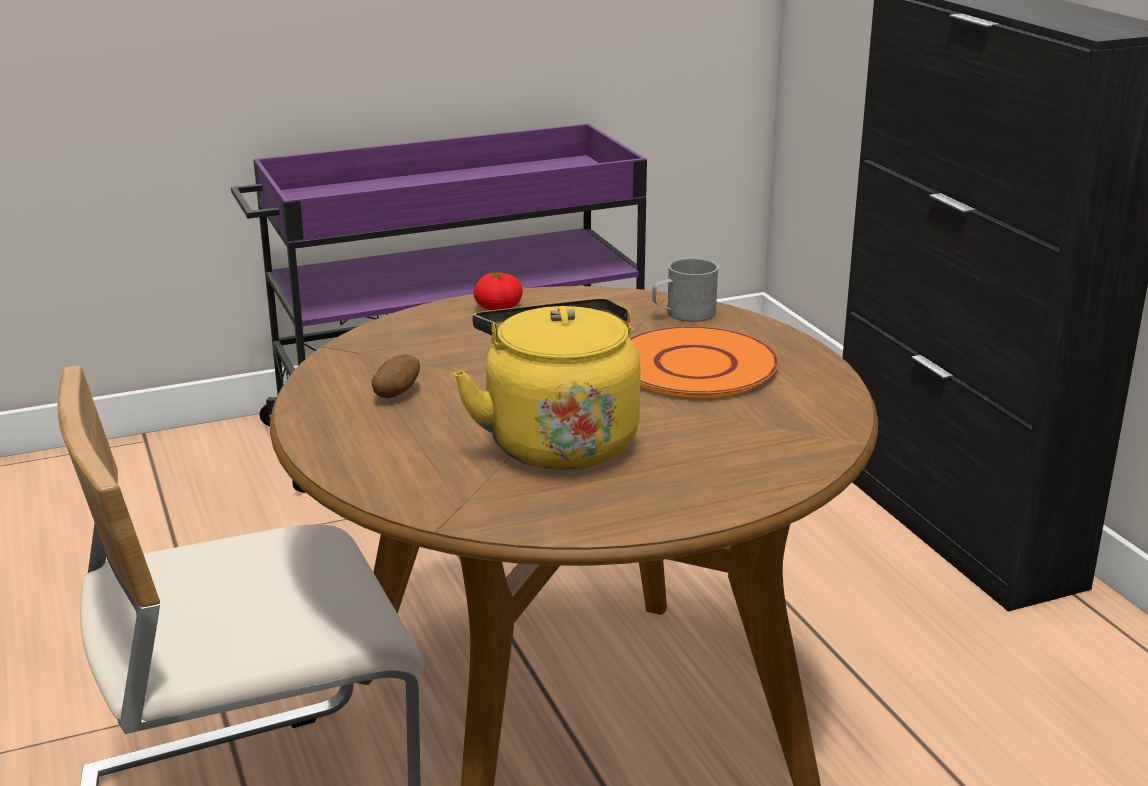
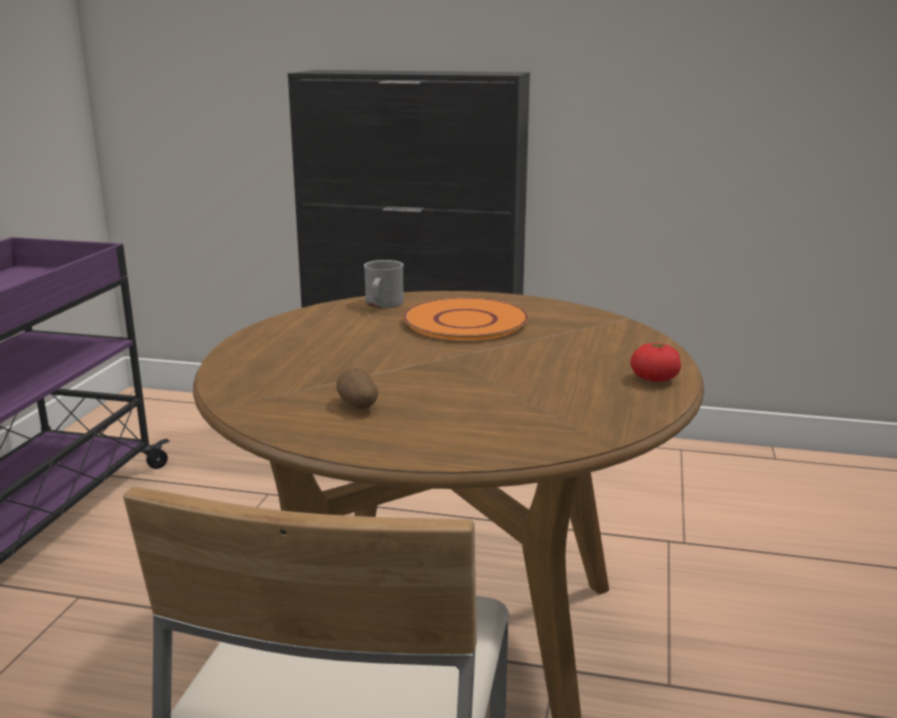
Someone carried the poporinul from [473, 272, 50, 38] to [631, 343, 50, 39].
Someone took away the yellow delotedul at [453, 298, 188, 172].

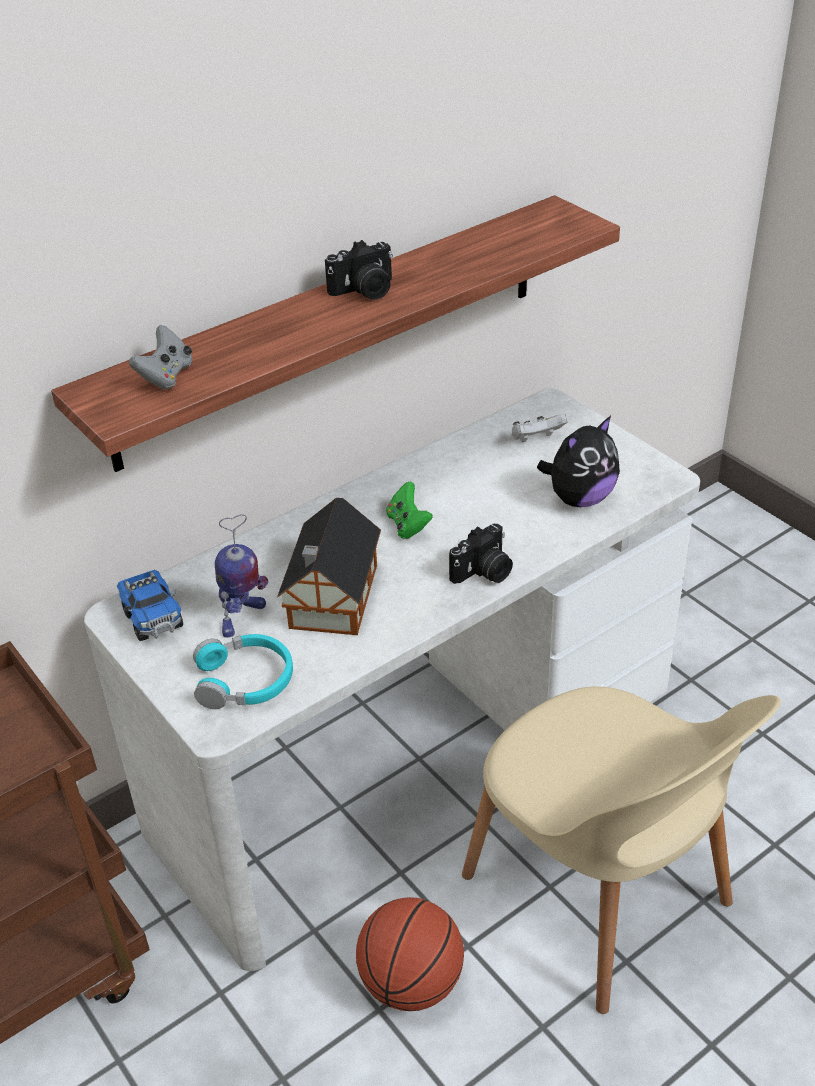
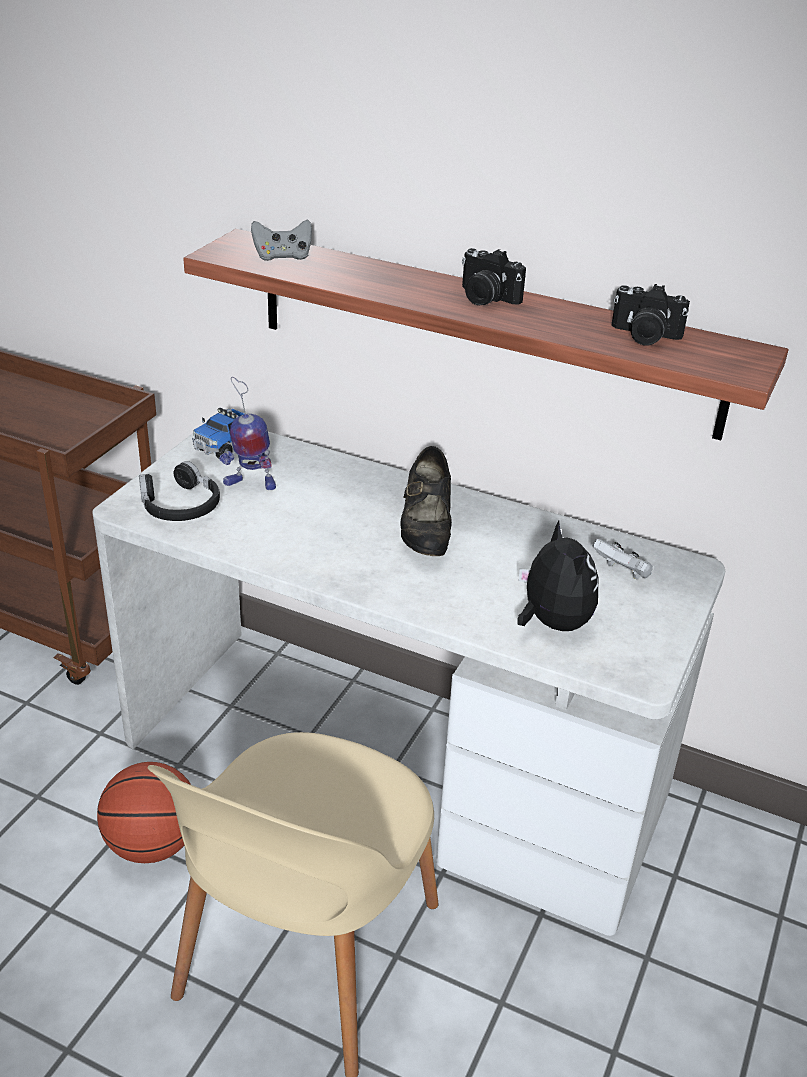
Someone repainted the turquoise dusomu at [193, 634, 100, 75], which became the black dusomu at [139, 461, 81, 60].
Someone swapped the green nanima at [386, 481, 47, 58] for the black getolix at [400, 446, 52, 110].
Someone rotated the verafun at [537, 416, 83, 91] by 135 degrees counterclockwise.
Someone carried the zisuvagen from [449, 524, 64, 60] to [611, 284, 79, 62].
Someone took away the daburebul at [277, 498, 104, 137].

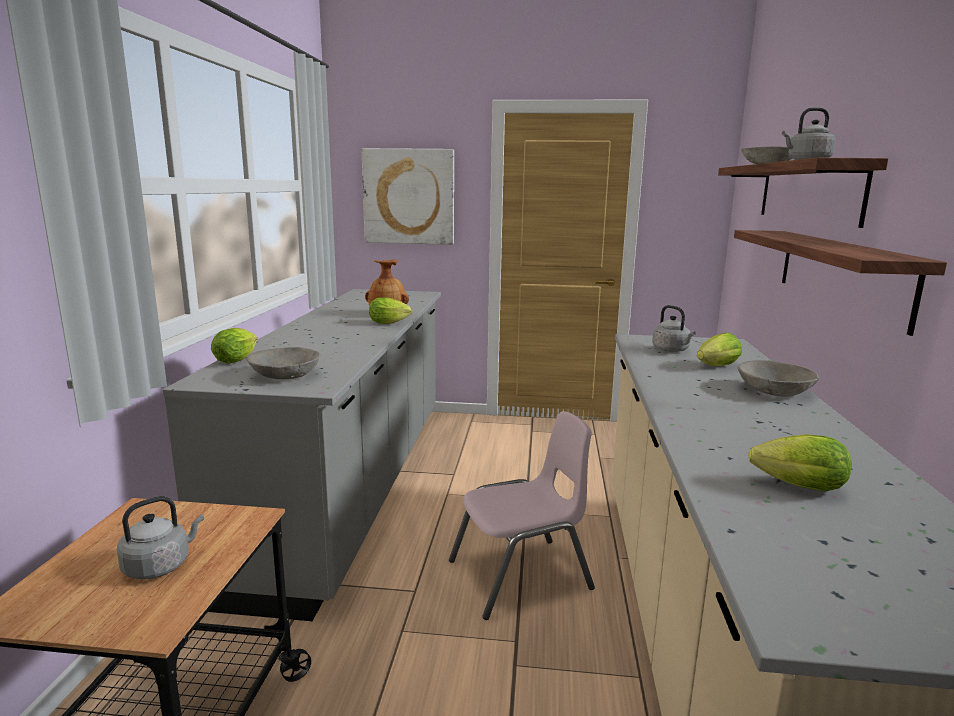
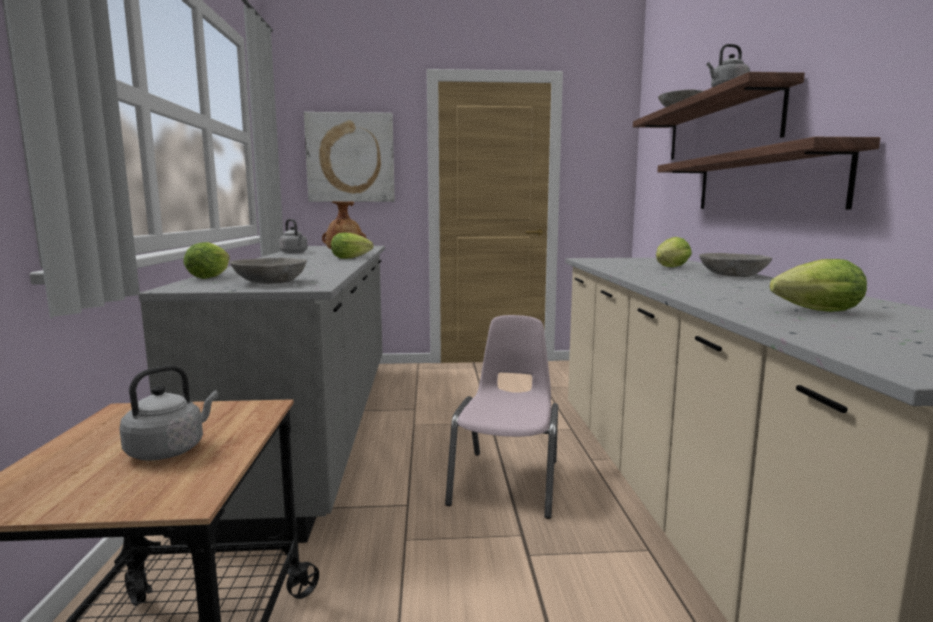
Someone carried the grey delotedul from [652, 305, 44, 47] to [279, 219, 29, 34].
Someone rotated the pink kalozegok at [449, 411, 146, 209] by 45 degrees counterclockwise.

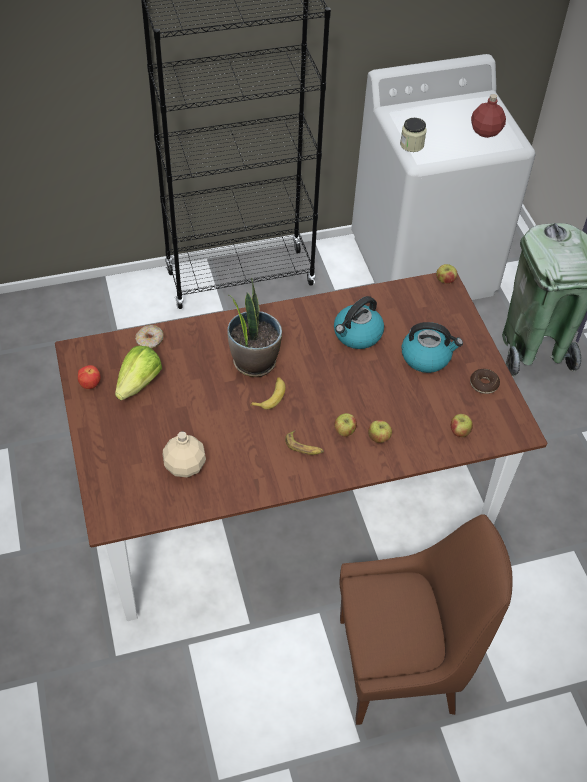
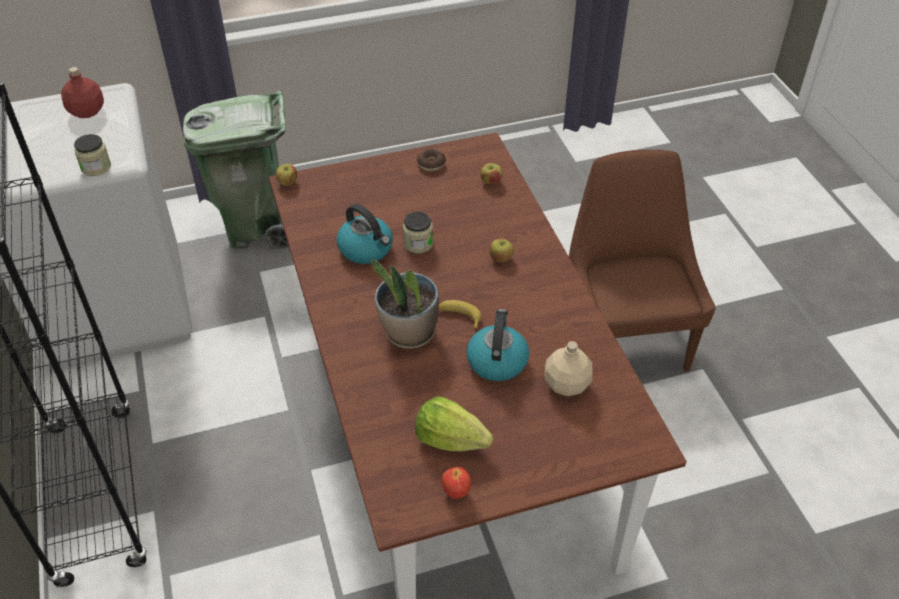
Someone put down the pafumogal at [403, 212, 30, 41].
Someone carried the delotedul from [402, 322, 61, 51] to [467, 309, 62, 72].
Someone took away the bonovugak at [135, 325, 29, 24].
Someone took away the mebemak at [285, 431, 39, 24].
Someone took away the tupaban at [368, 420, 24, 23].

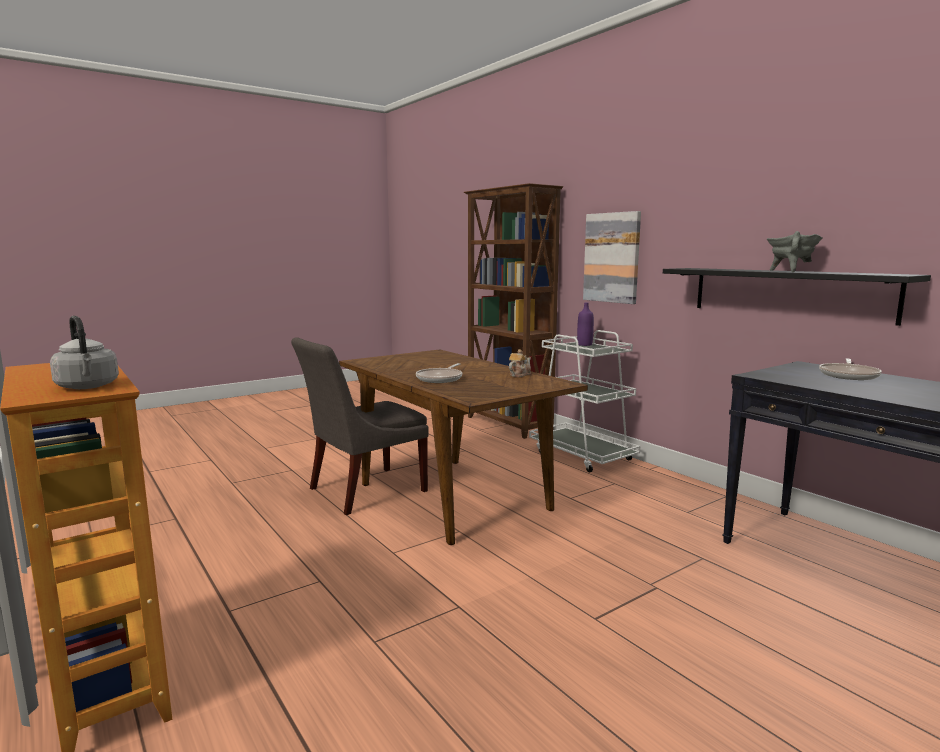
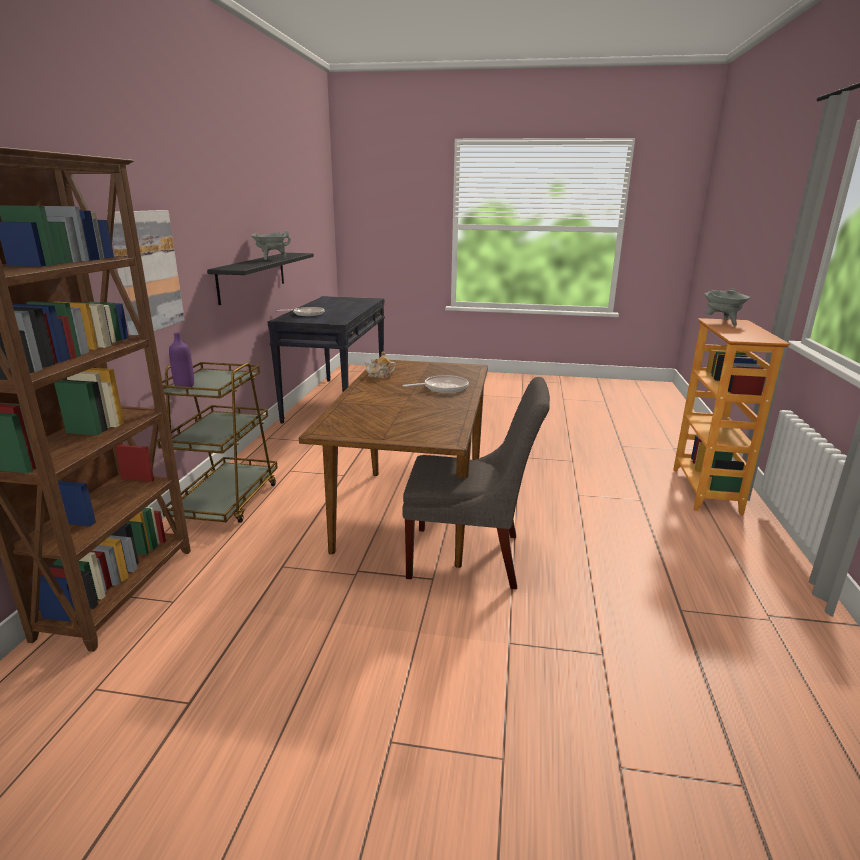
Someone repainted the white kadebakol at [529, 330, 111, 142], which became the brown kadebakol at [157, 362, 121, 161].
Someone swapped the grey delotedul at [50, 316, 69, 73] for the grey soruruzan at [704, 288, 46, 38].

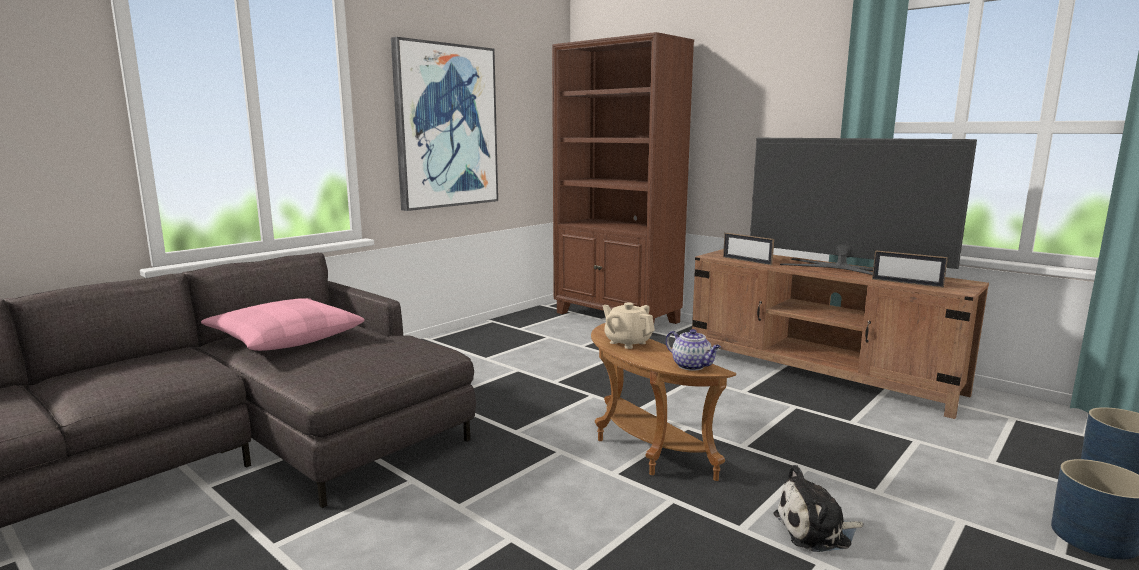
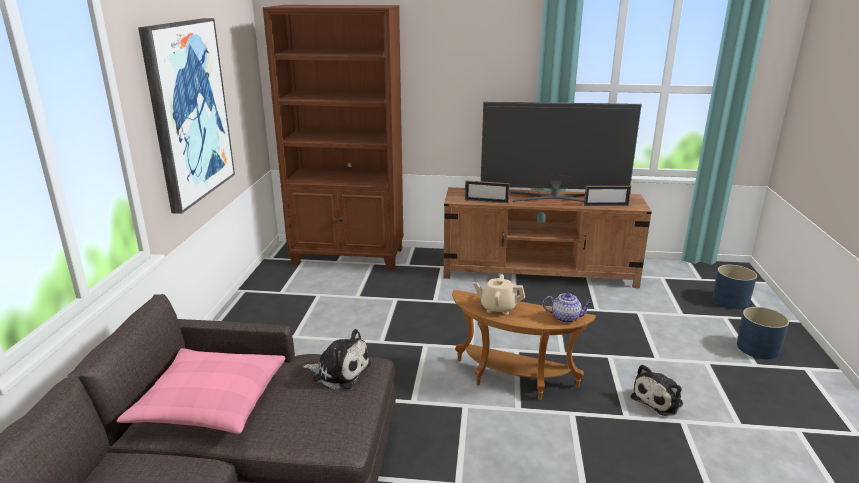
Someone put down the verafun at [302, 329, 69, 60].

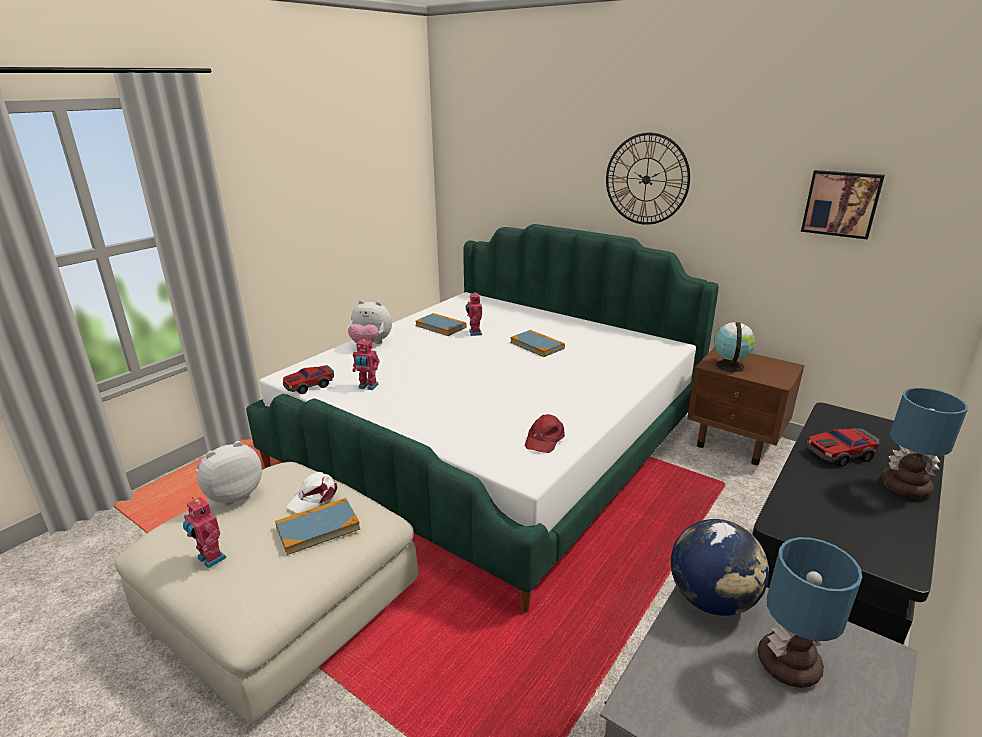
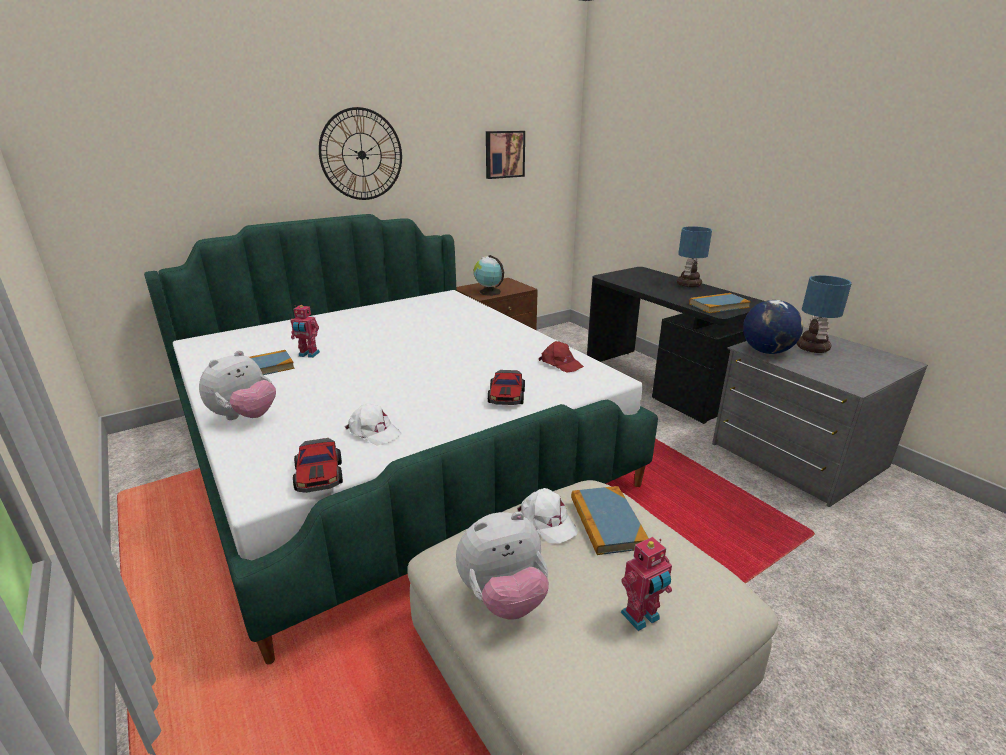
Someone swapped the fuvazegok at [352, 339, 28, 51] for the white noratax at [345, 403, 57, 43].
Someone rotated the verafun at [196, 441, 66, 64] by 90 degrees counterclockwise.
Someone carried the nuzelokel from [806, 428, 73, 39] to [488, 370, 37, 35].
Someone carried the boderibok from [510, 330, 55, 27] to [689, 293, 62, 20].

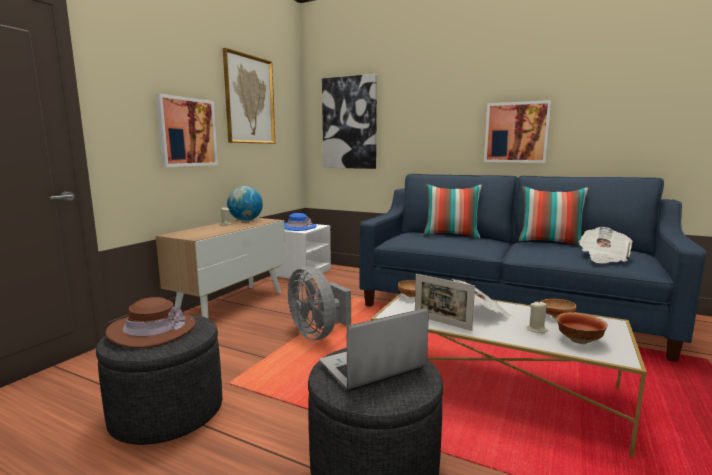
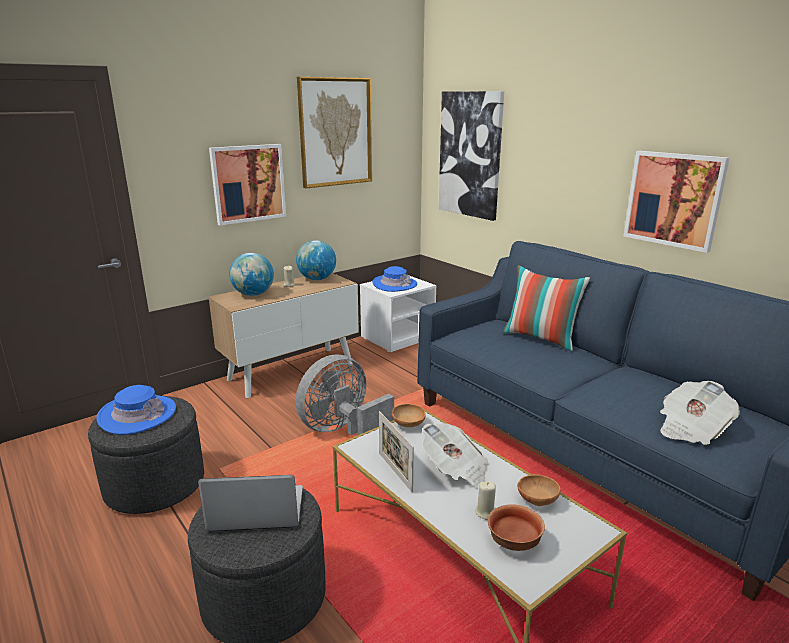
Someone repainted the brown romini at [105, 297, 91, 51], which became the blue romini at [96, 385, 80, 50].
Someone put down the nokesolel at [229, 253, 45, 43].
Someone rotated the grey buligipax at [288, 267, 63, 73] by 60 degrees clockwise.
Someone took away the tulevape at [519, 186, 69, 61].

